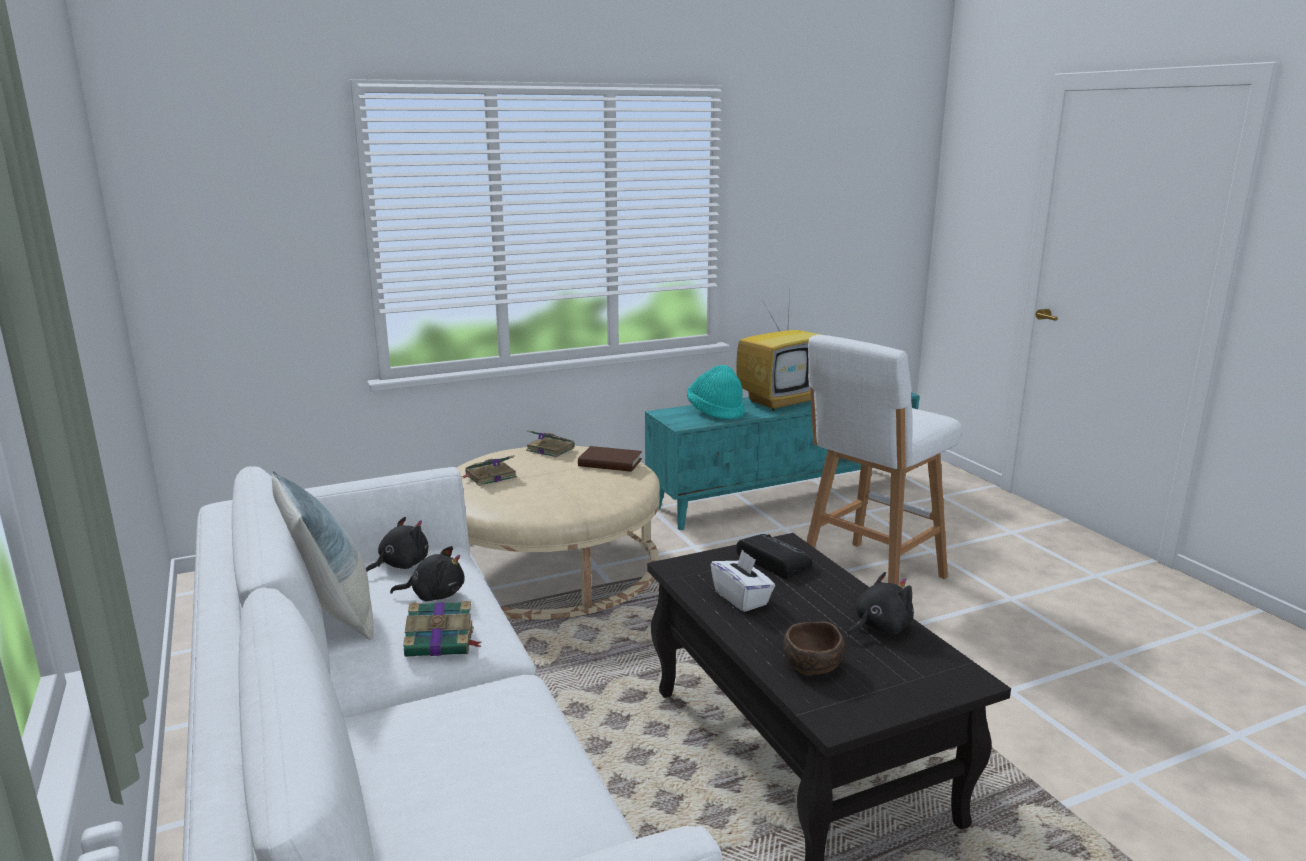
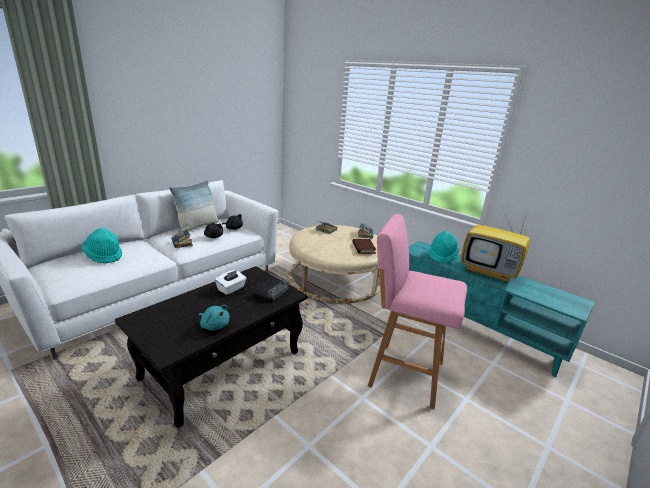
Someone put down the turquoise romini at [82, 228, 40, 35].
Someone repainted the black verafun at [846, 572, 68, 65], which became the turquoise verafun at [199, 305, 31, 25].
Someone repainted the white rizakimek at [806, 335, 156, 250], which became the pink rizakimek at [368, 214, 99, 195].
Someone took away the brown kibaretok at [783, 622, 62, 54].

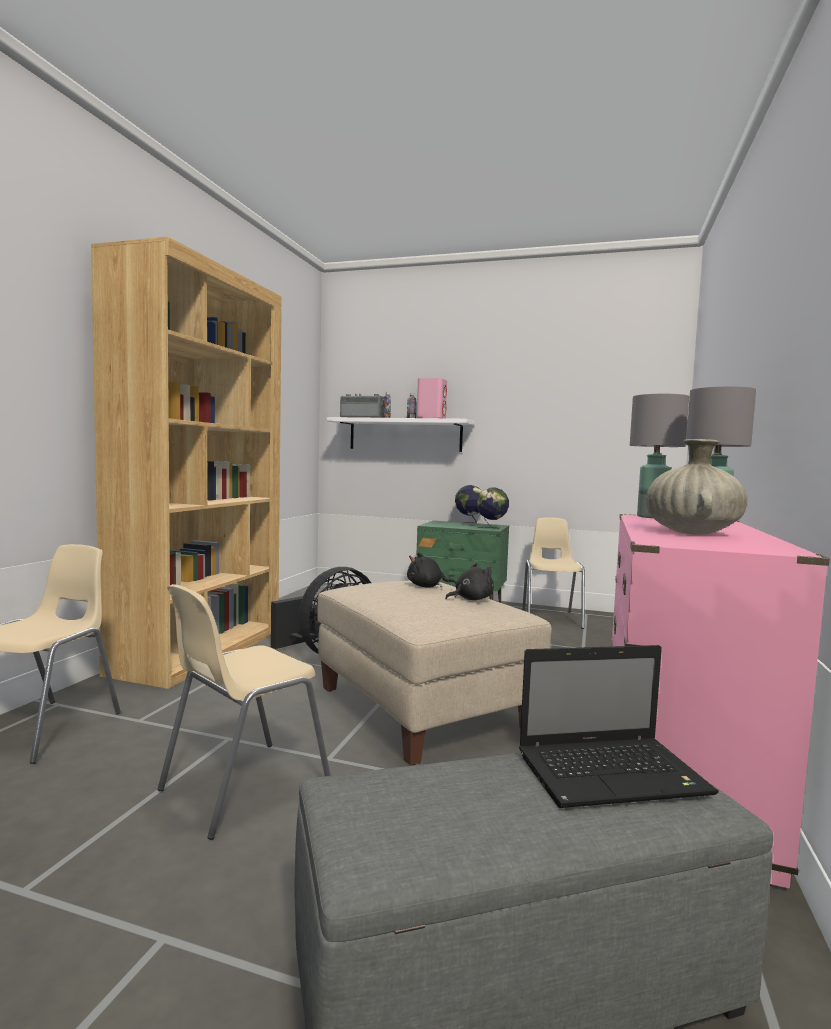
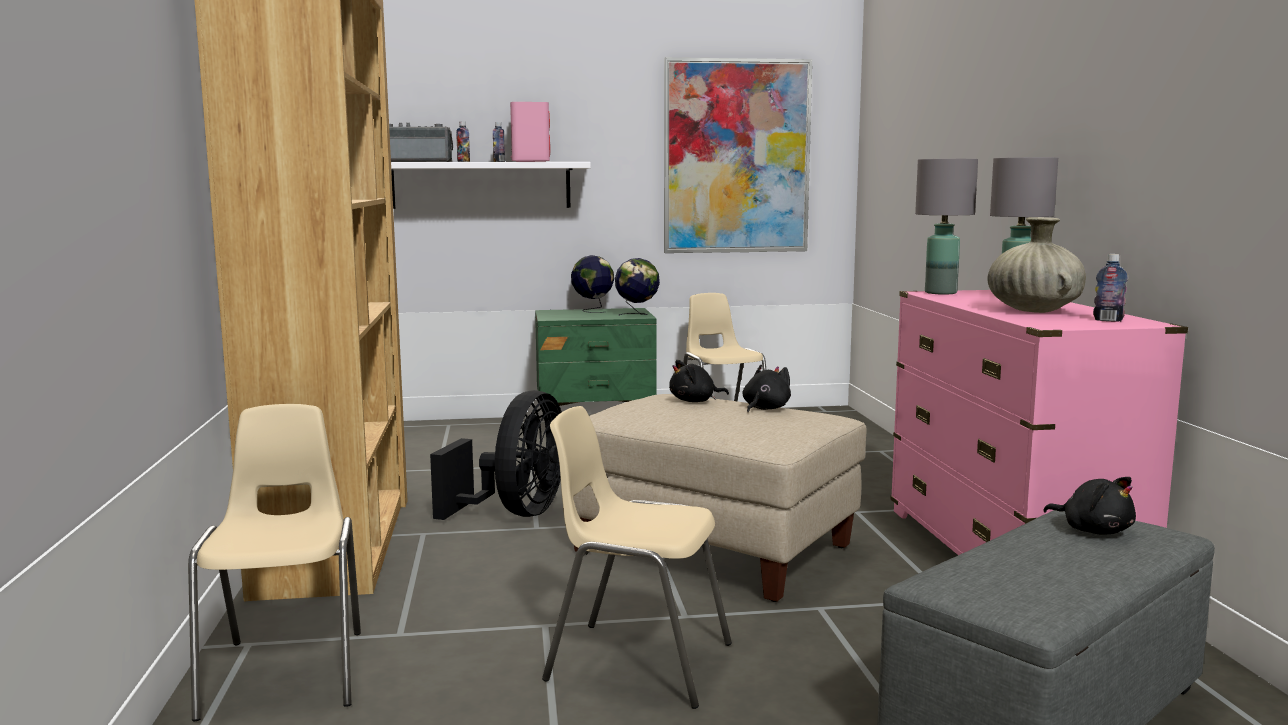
Someone rotated the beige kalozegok at [157, 584, 174, 256] by 90 degrees clockwise.
Someone put up the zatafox at [664, 57, 148, 196].
Someone swapped the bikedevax at [519, 645, 200, 163] for the black verafun at [1043, 477, 93, 57].
Someone put down the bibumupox at [1093, 254, 35, 68].

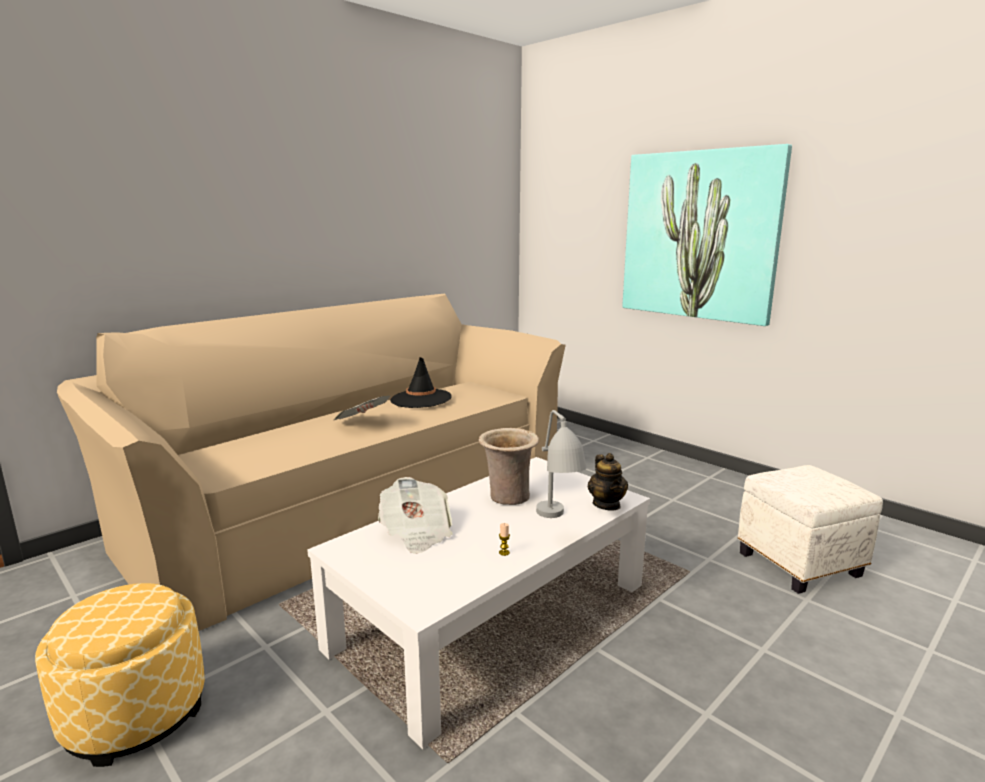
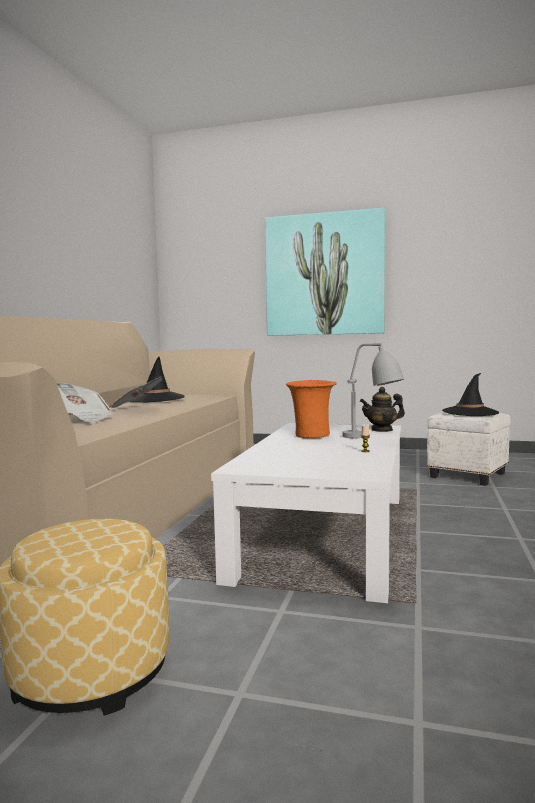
Someone carried the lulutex from [378, 477, 74, 77] to [57, 383, 56, 40].
Someone repainted the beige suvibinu at [479, 428, 60, 77], which became the orange suvibinu at [286, 380, 51, 58].
Someone rotated the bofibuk at [588, 453, 40, 58] by 120 degrees clockwise.
Someone put down the black romini at [442, 373, 57, 43].

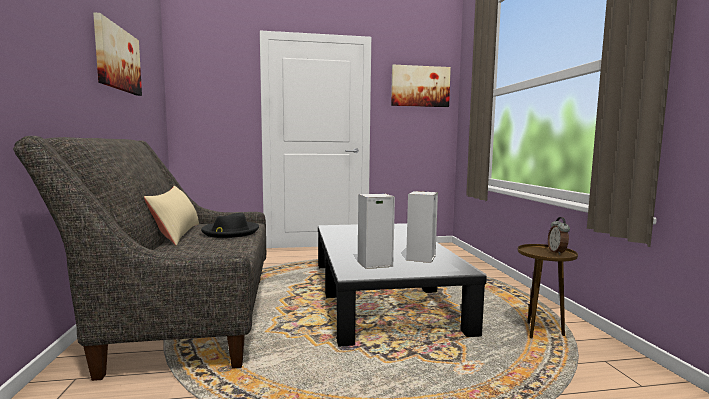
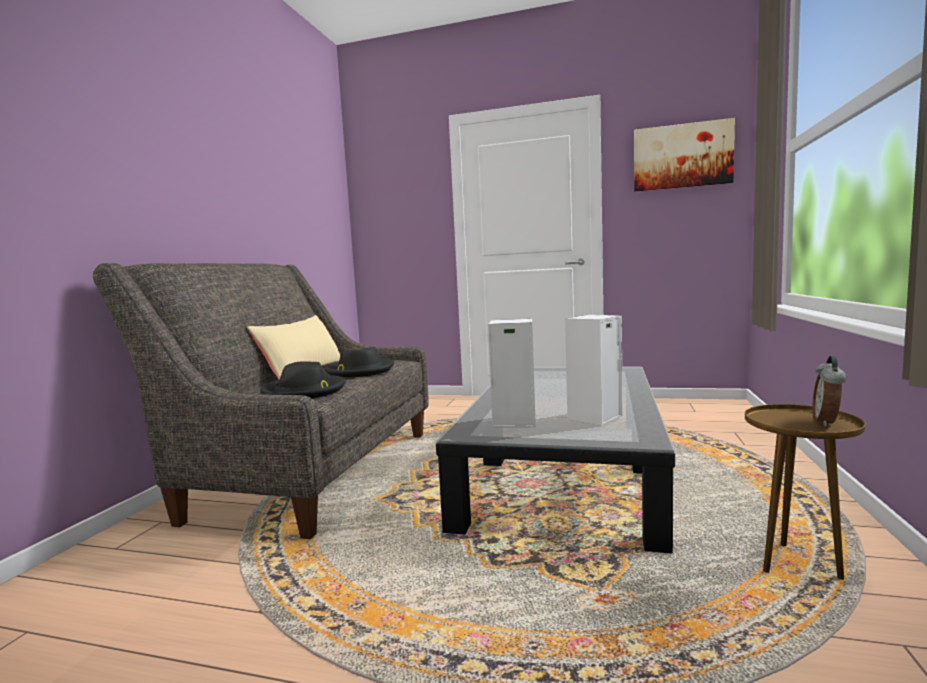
Someone put down the black romini at [260, 361, 86, 37].
Someone took away the zatafox at [93, 12, 49, 84].

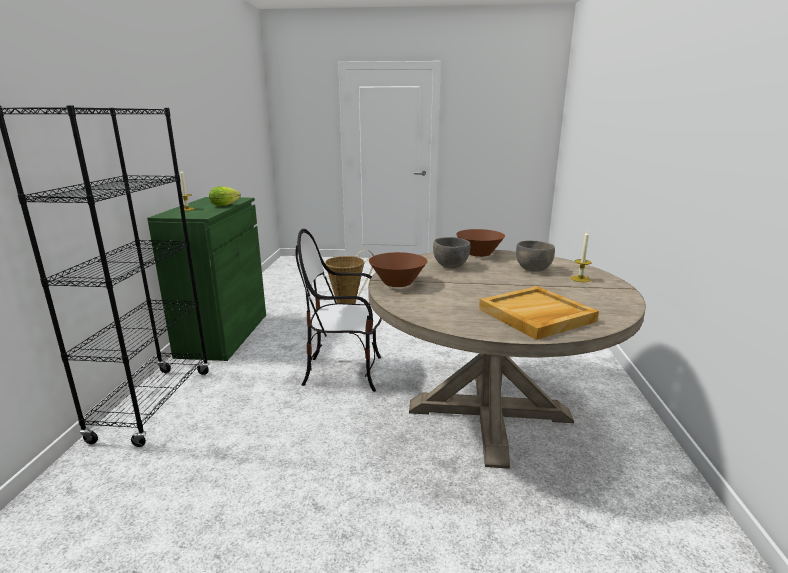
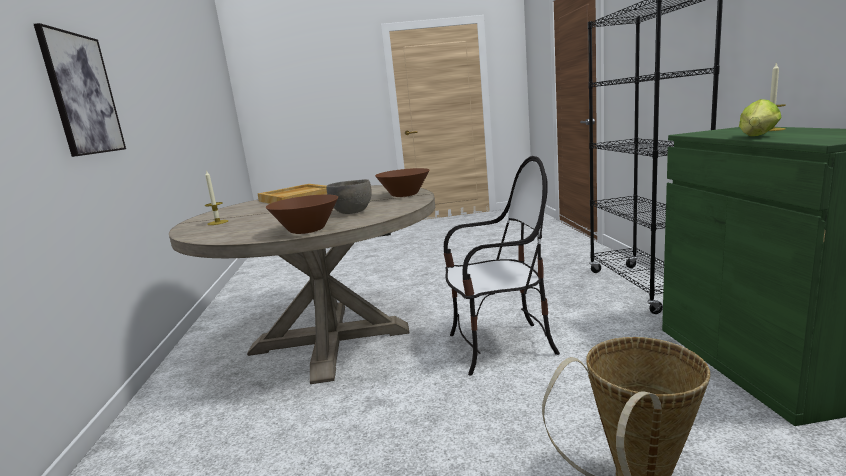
Someone put up the zatafox at [34, 23, 92, 134].
Someone took away the grey kibaretok at [516, 241, 39, 31].

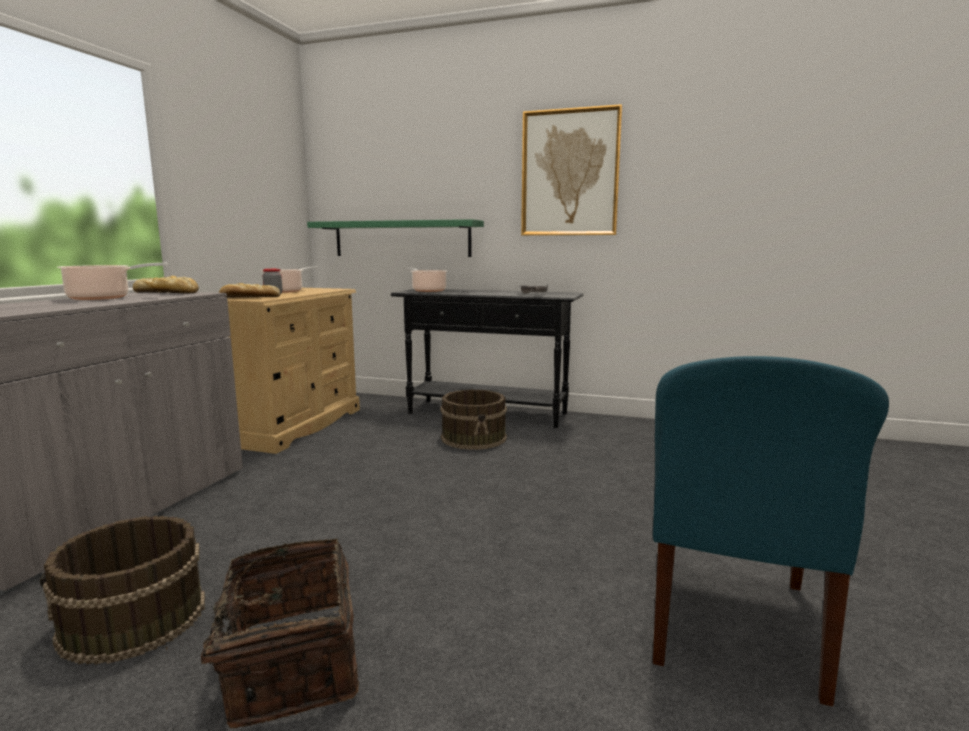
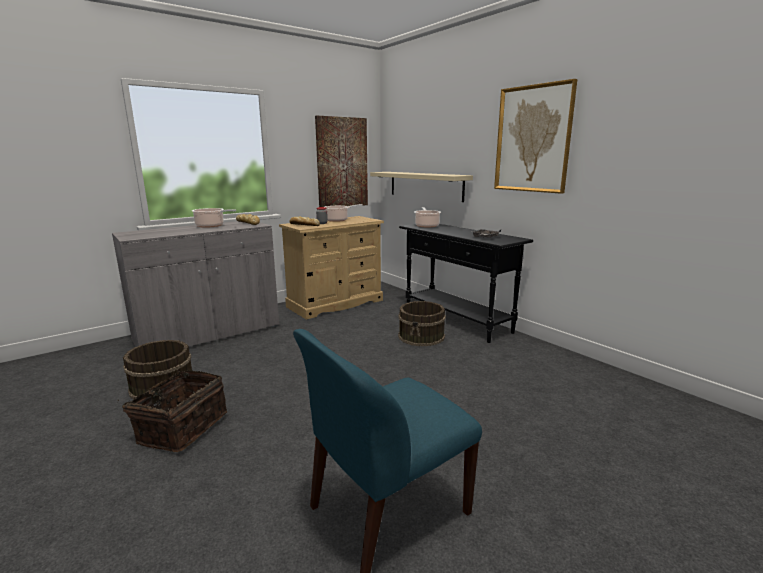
Someone put up the zatafox at [315, 115, 53, 92].
Someone repainted the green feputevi at [307, 219, 177, 38], which became the beige feputevi at [370, 172, 103, 30].

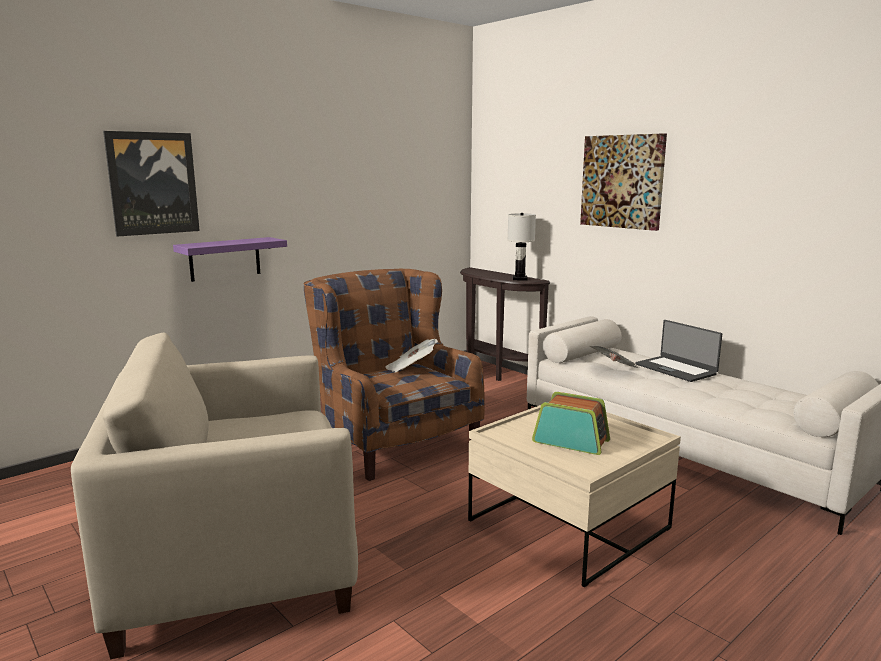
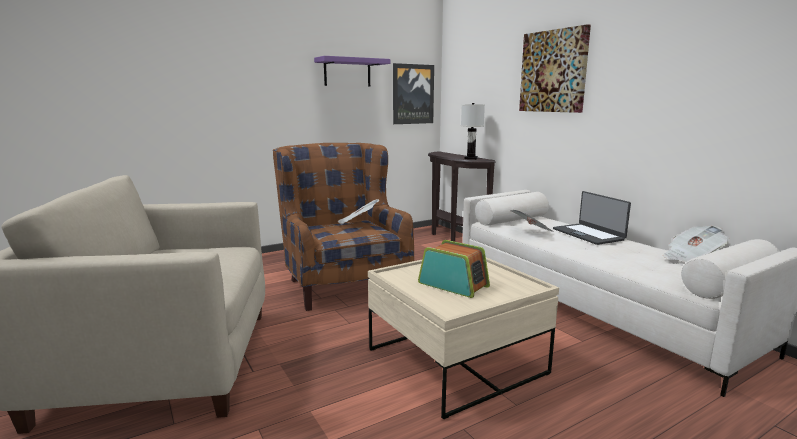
Someone carried the purple feputevi from [173, 237, 114, 45] to [314, 56, 76, 30].
Someone carried the zatafox from [103, 131, 97, 106] to [393, 63, 41, 61].
Someone put down the lulutex at [663, 226, 66, 36].

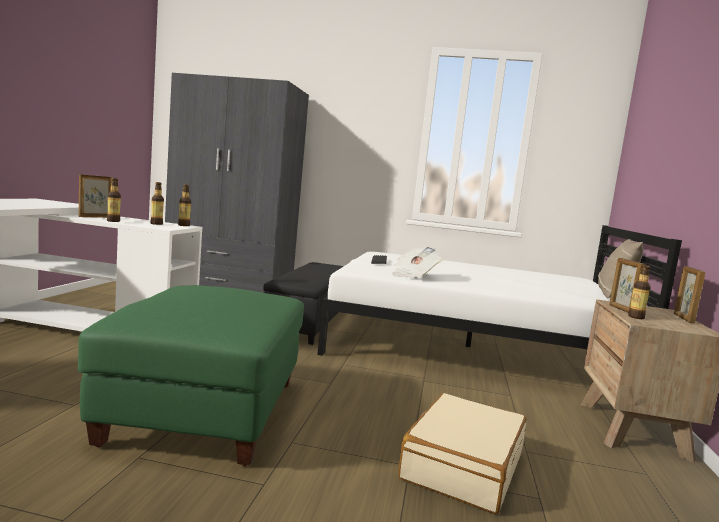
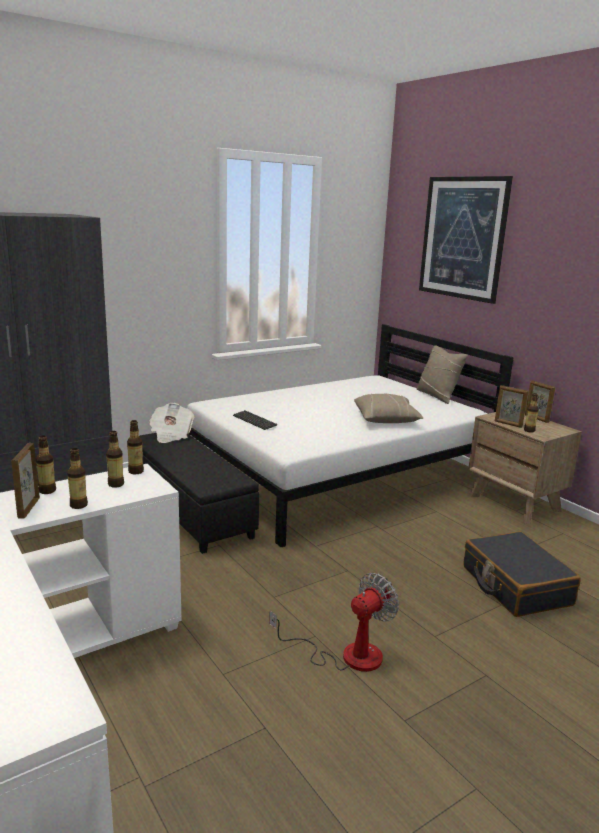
Someone put down the bibumupox at [36, 436, 20, 58].
Someone carried the lulutex from [392, 247, 51, 31] to [149, 403, 45, 40].
Someone swapped the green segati at [78, 285, 226, 181] for the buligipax at [269, 573, 130, 99].
Someone put down the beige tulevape at [354, 393, 69, 30].
Someone put up the zatafox at [419, 176, 94, 128].
Someone repainted the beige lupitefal at [398, 393, 129, 121], which became the black lupitefal at [464, 531, 117, 86].

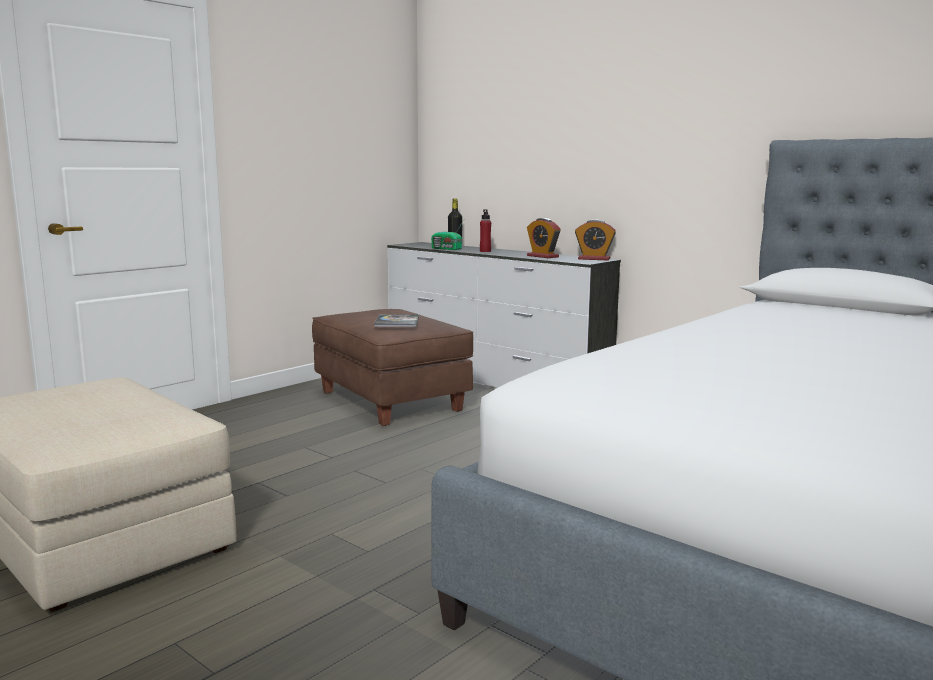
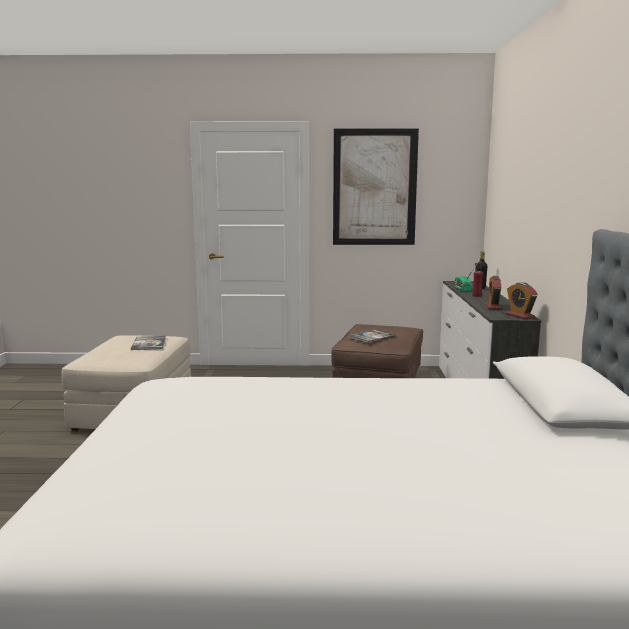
Someone put down the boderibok at [131, 336, 35, 14].
Someone put up the zatafox at [333, 128, 86, 117].

